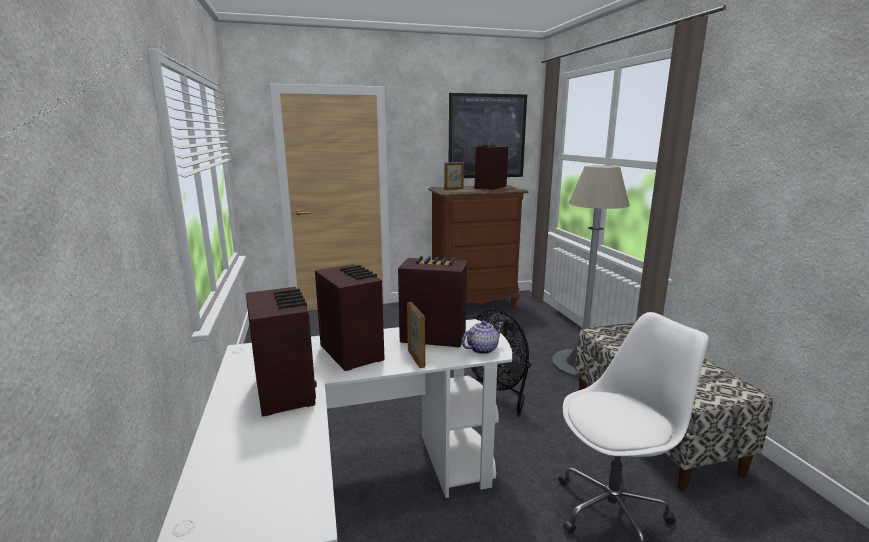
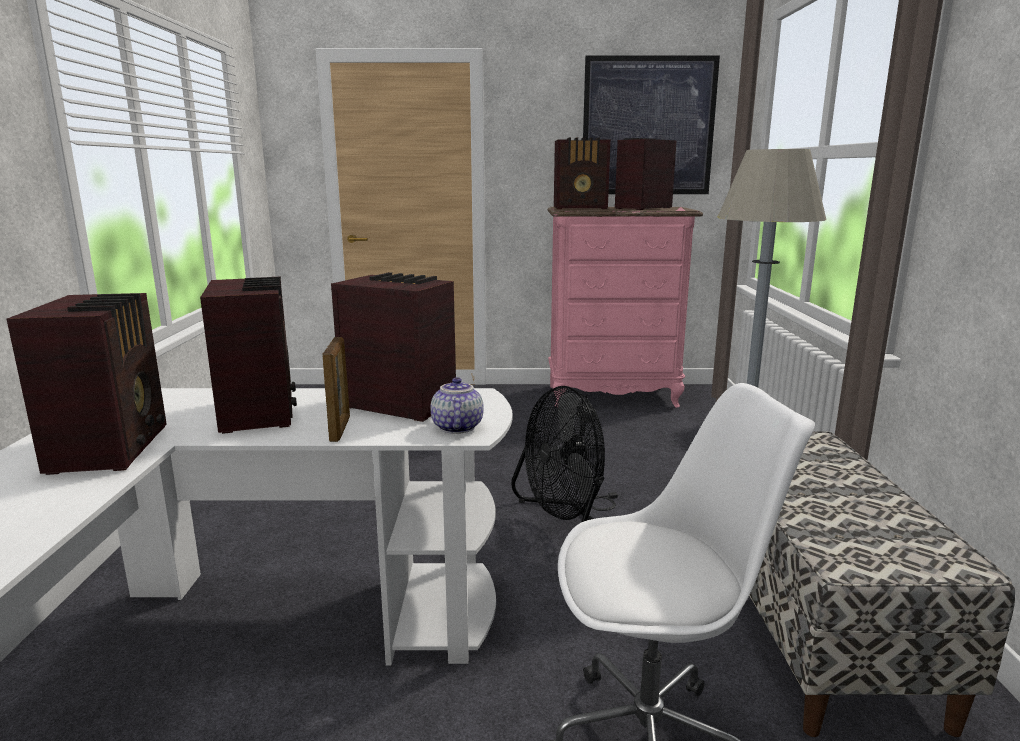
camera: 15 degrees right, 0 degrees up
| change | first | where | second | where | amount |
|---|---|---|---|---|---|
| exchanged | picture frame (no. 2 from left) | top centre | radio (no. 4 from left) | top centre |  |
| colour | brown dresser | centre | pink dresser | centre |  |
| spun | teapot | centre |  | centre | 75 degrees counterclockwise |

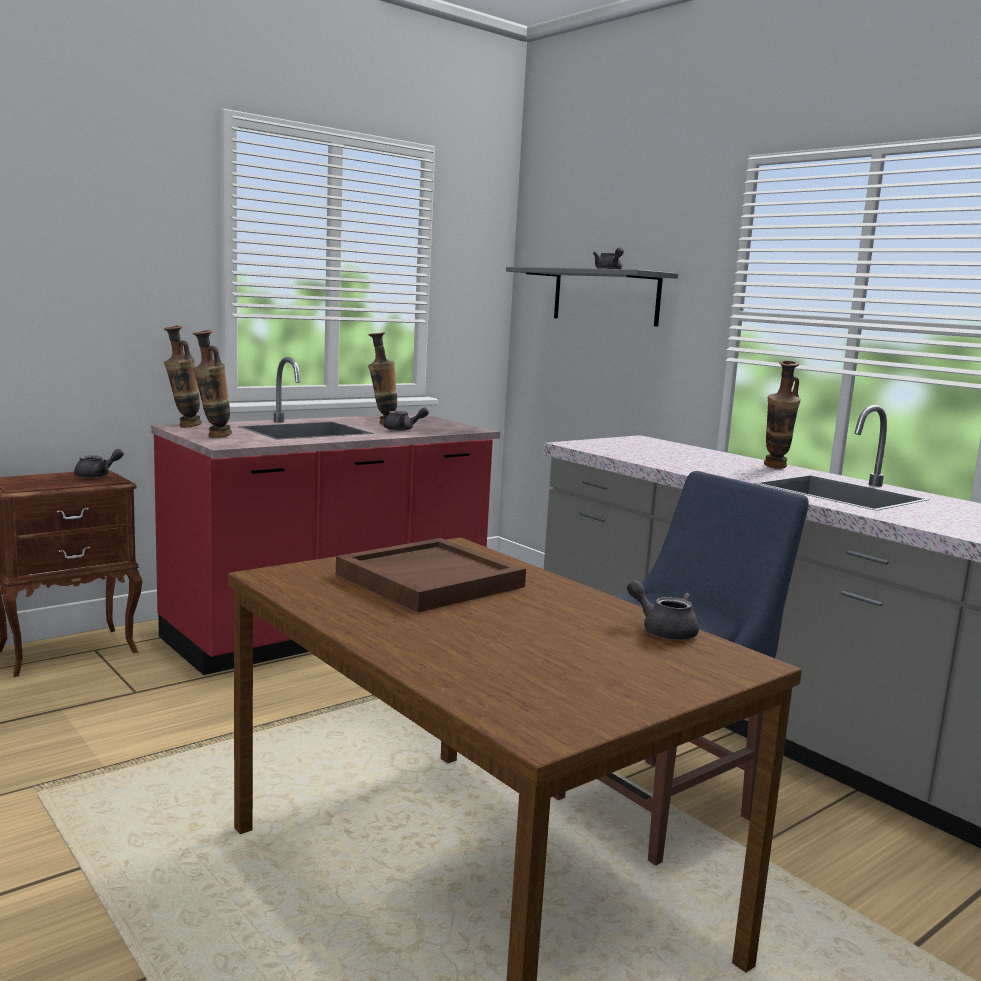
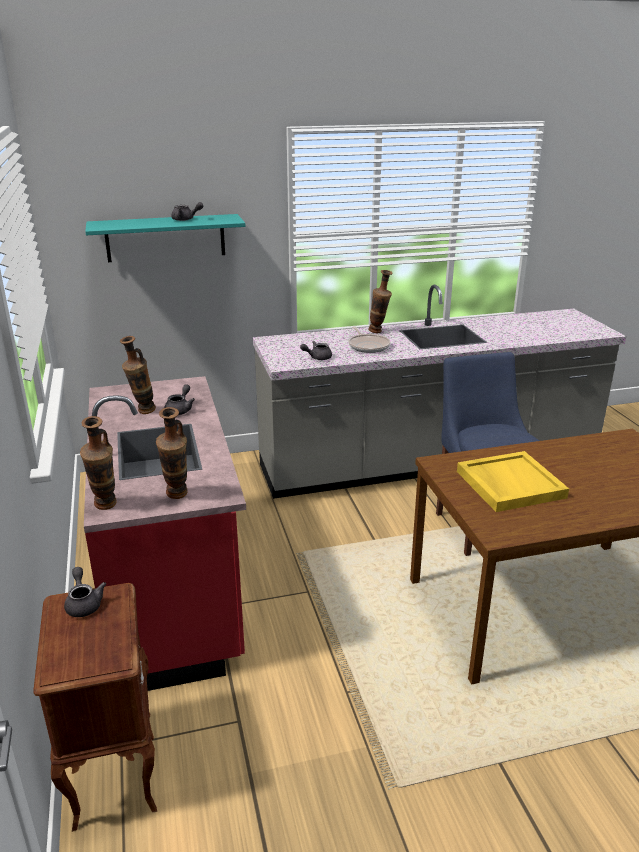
camera: 65 degrees left, 15 degrees up
| change | first | where | second | where | amount |
|---|---|---|---|---|---|
| colour | grey shelf | top centre | turquoise shelf | top left |  |
| colour | brown tray | centre | yellow tray | middle right |  |
| relocated | grey teapot (no. 4 from left) | middle right |  | centre |  |
| appeared |  |  | frying pan | centre |  |

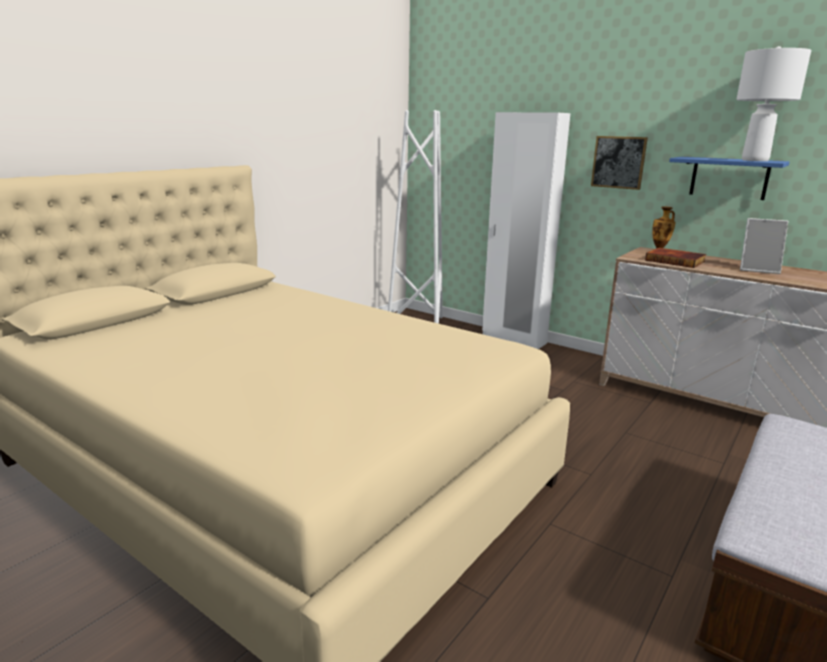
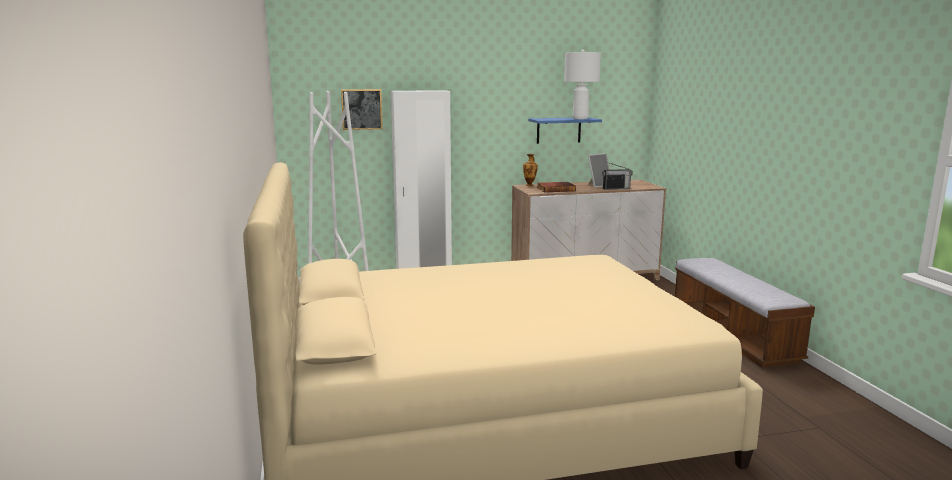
camera: 50 degrees left, 5 degrees down
| change | first | where | second | where | amount |
|---|---|---|---|---|---|
| relocated | picture | top right |  | top centre |  |
| appeared |  |  | radio | centre |  |

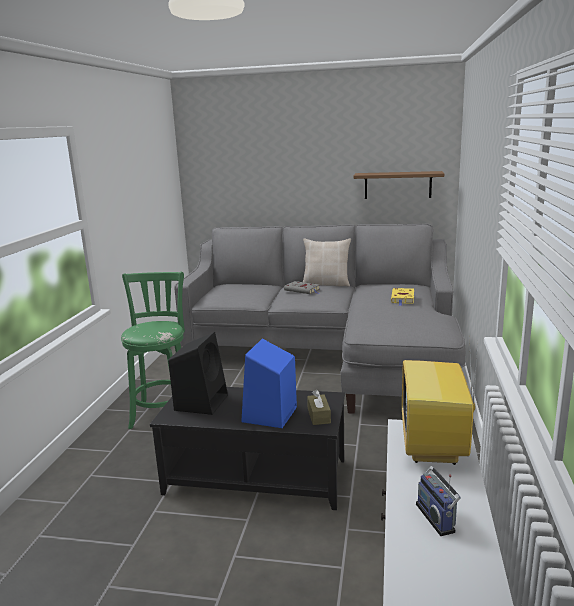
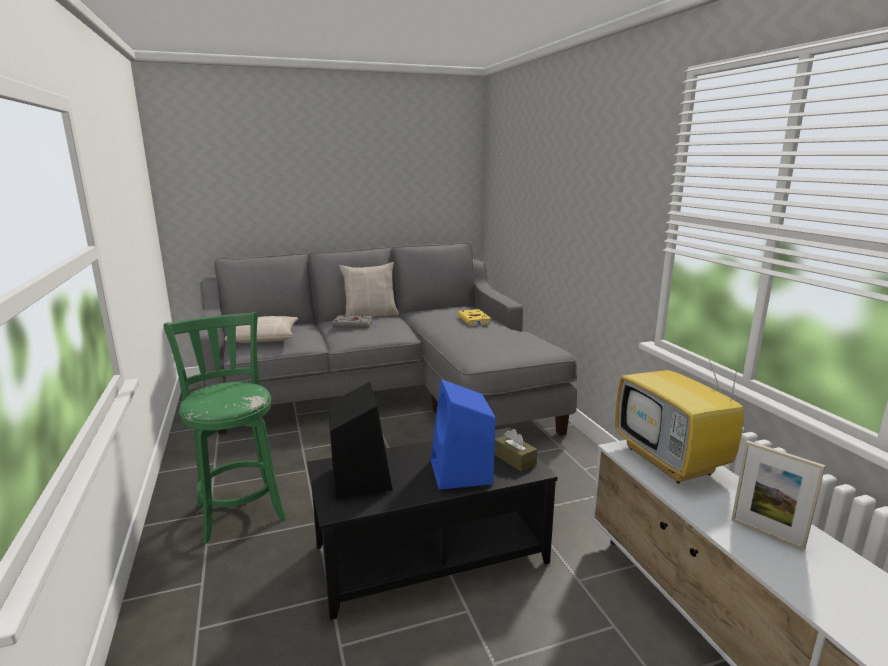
camera: 30 degrees left, 0 degrees up
| change | first | where | second | where | amount |
|---|---|---|---|---|---|
| missing | brown shelf | top right |  |  |  |
| exchanged | radio | bottom right | picture frame | bottom right |  |
| appeared |  |  | beige pillow (no. 1 from left) | middle left |  |

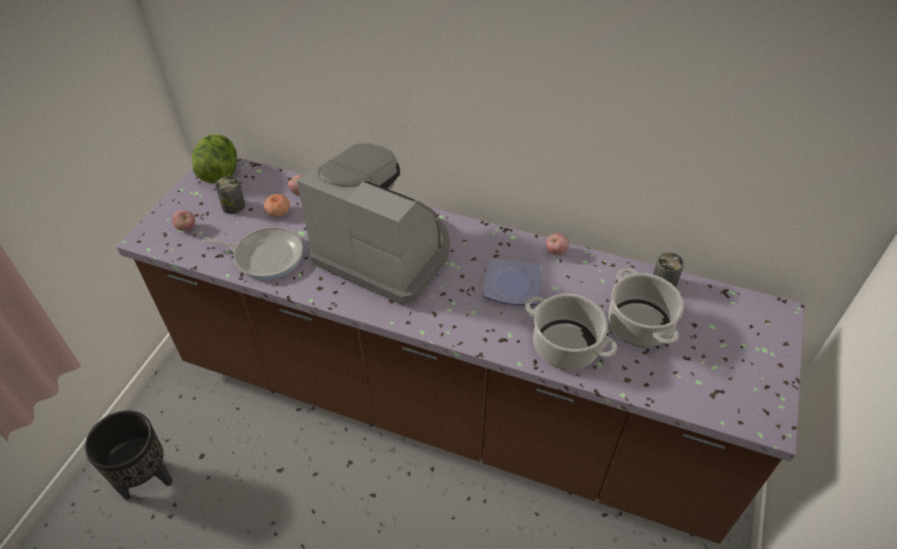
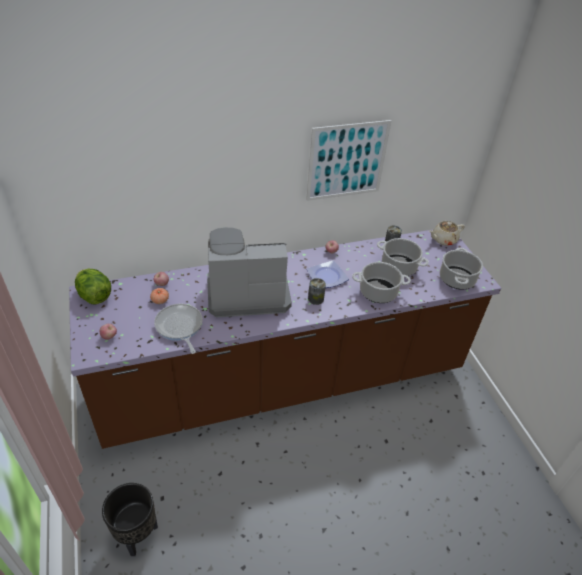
camera: 40 degrees left, 5 degrees down
| change | first | where | second | where | amount |
|---|---|---|---|---|---|
| relocated | can (no. 1 from left) | middle left |  | centre |  |
| spun | frying pan | middle left |  | middle left | 90 degrees counterclockwise |
| appeared |  |  | picture | top centre |  |
| appeared |  |  | beige teapot | middle right |  |
| appeared |  |  | cooking pot (no. 3 from left) | middle right |  |

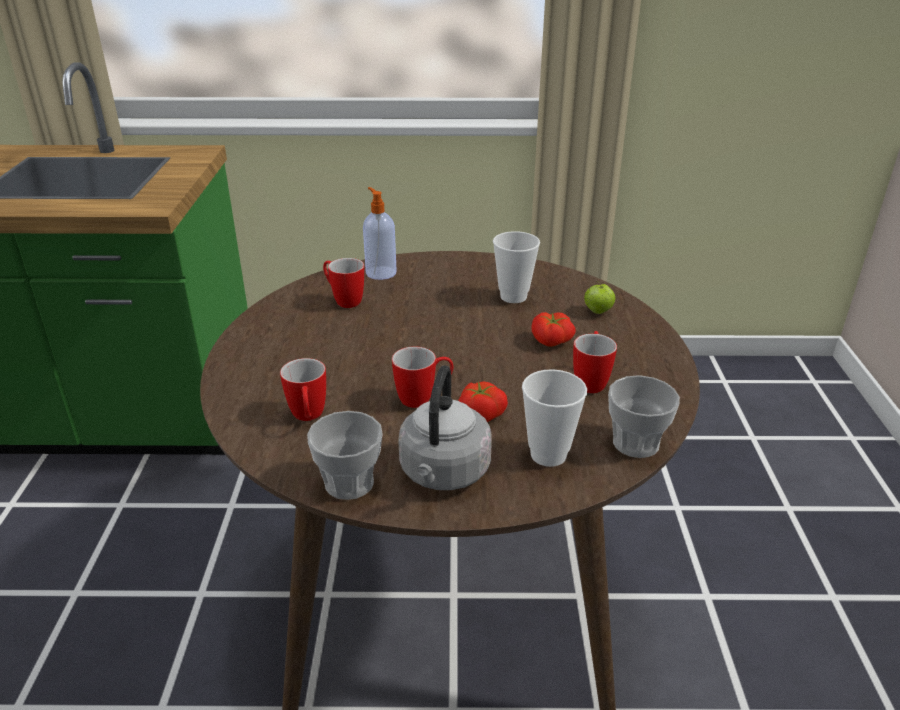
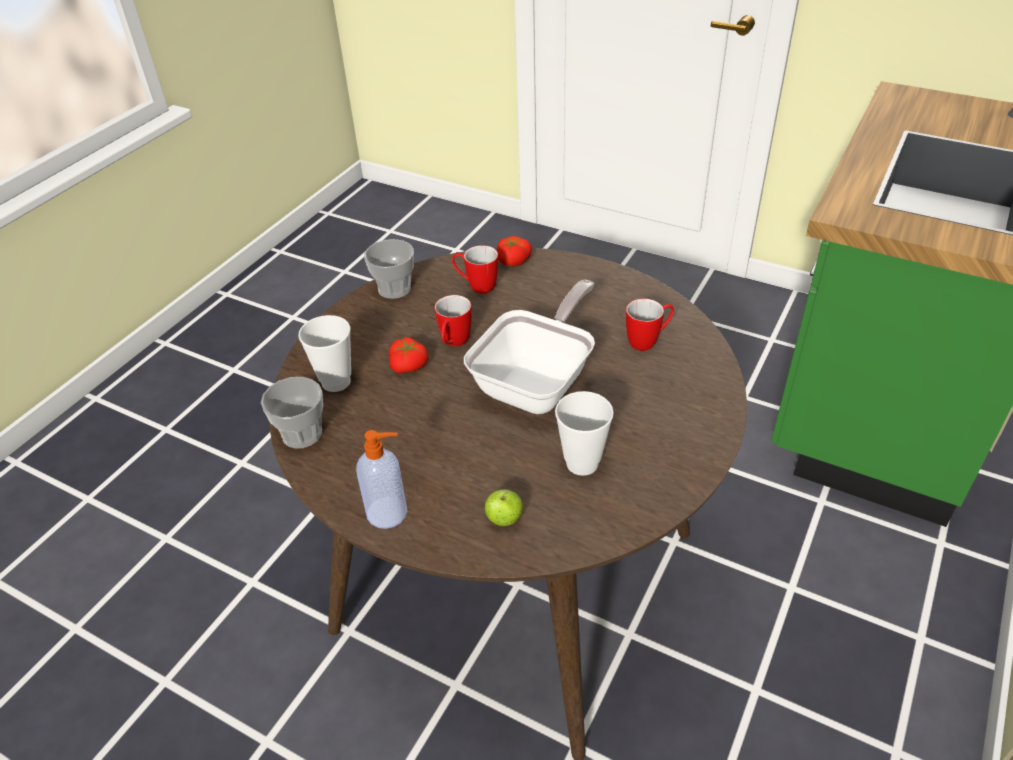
camera: 120 degrees right, 10 degrees up
| change | first | where | second | where | amount |
|---|---|---|---|---|---|
| relocated | soap dispenser | top centre |  | centre |  |
| relocated | tomato (no. 2 from left) | centre |  | top centre |  |
| missing | mug (no. 4 from left) | centre |  |  |  |
| missing | grey kettle | centre |  |  |  |
| appeared |  |  | frying pan | centre |  |

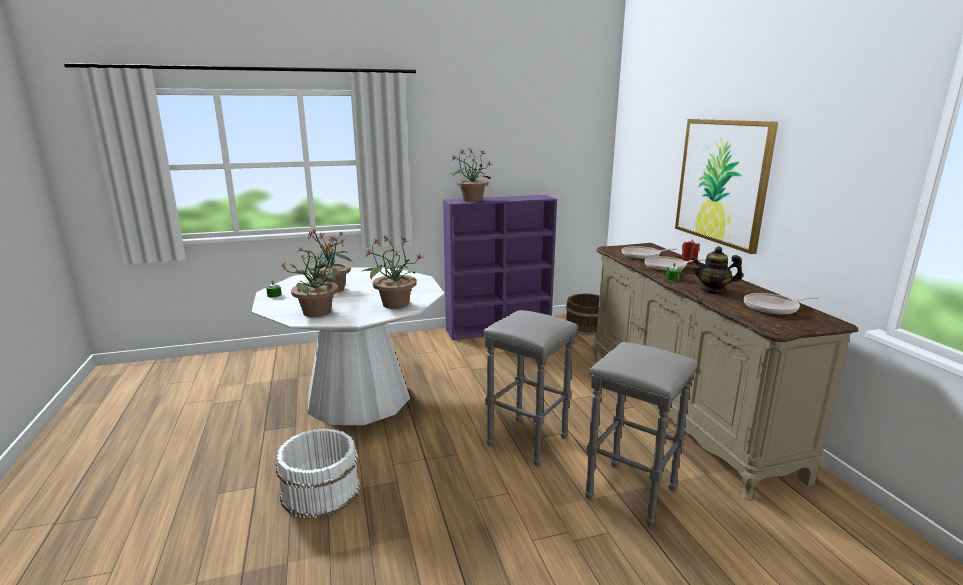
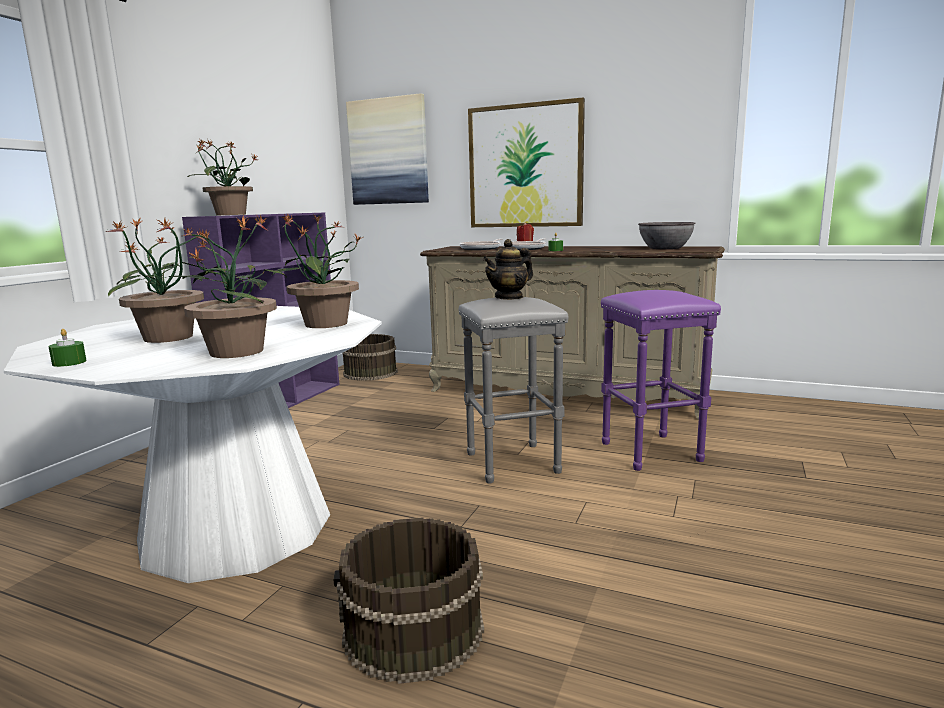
camera: 50 degrees left, 5 degrees down
| change | first | where | second | where | amount |
|---|---|---|---|---|---|
| relocated | teapot | middle right |  | centre |  |
| exchanged | frying pan (no. 3 from left) | middle right | grey bowl | top right |  |
| colour | grey stool (no. 2 from left) | bottom centre | purple stool | middle right |  |
| colour | white bucket | bottom left | brown bucket (no. 2 from left) | bottom centre |  |
| appeared |  |  | picture (no. 1 from left) | top centre |  |

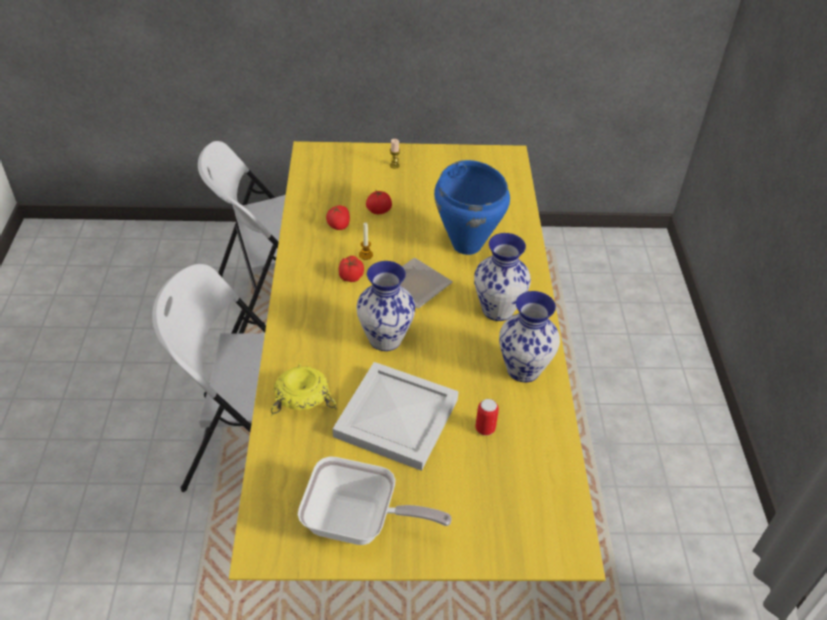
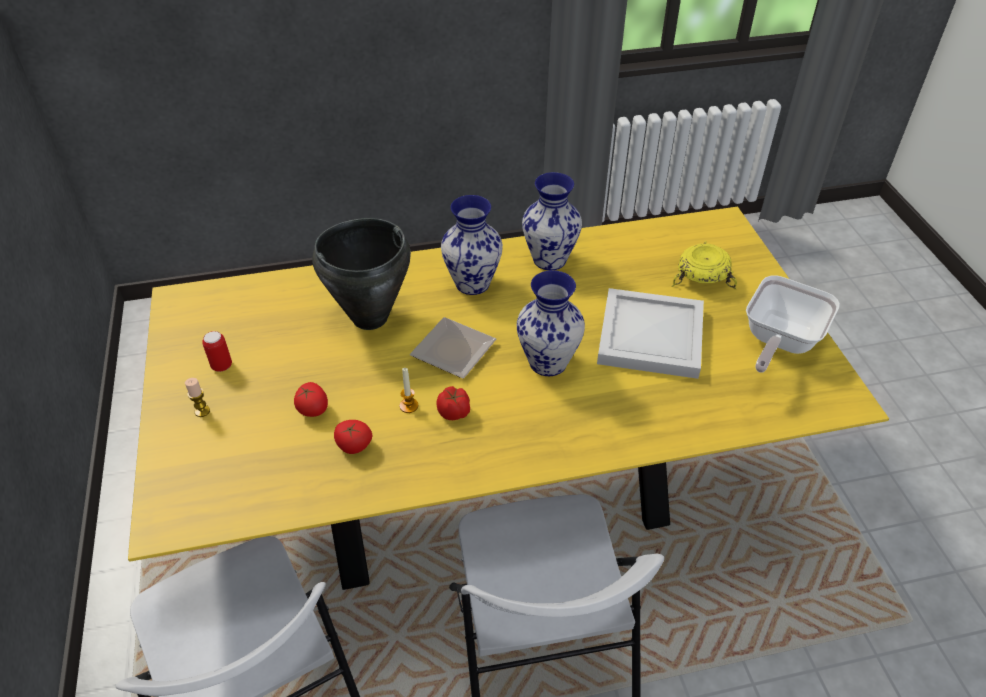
camera: 100 degrees left, 0 degrees up
| change | first | where | second | where | amount |
|---|---|---|---|---|---|
| colour | blue cooking pot | centre | black cooking pot | centre |  |
| relocated | yellow bowl | centre |  | middle right |  |
| relocated | can | bottom centre |  | middle left |  |
| spun | frying pan | bottom centre |  | middle right | 150 degrees counterclockwise |

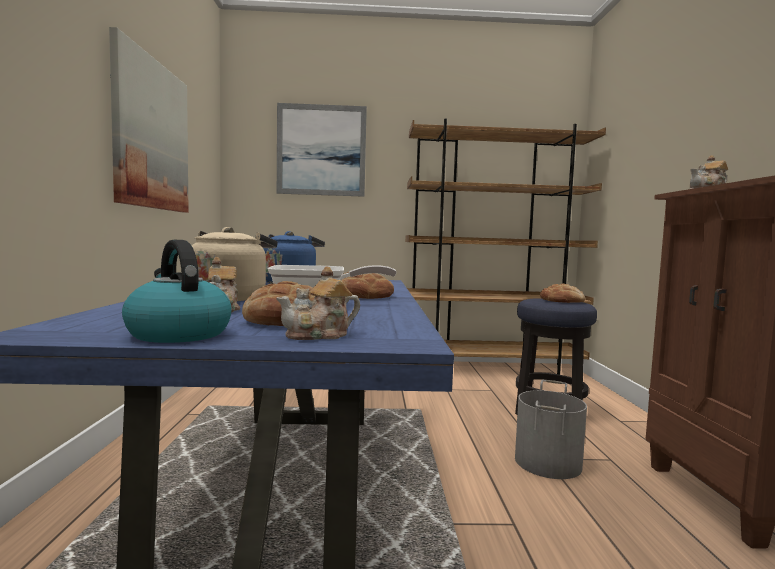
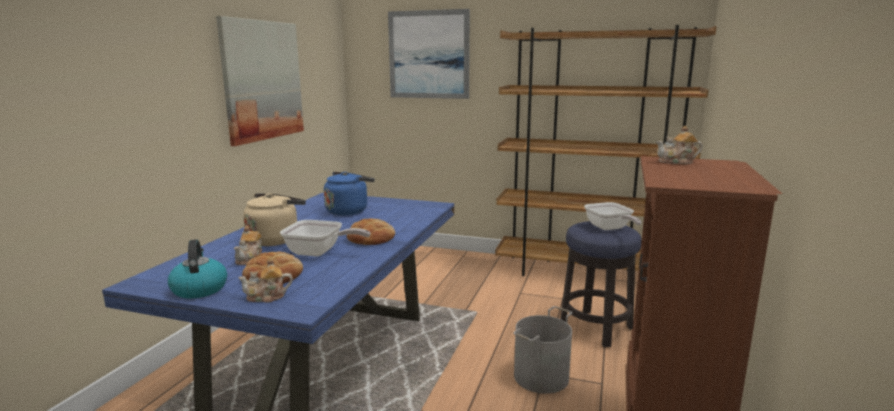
camera: 20 degrees right, 10 degrees up
| change | first | where | second | where | amount |
|---|---|---|---|---|---|
| exchanged | bread (no. 3 from left) | middle right | frying pan (no. 2 from left) | middle right |  |

